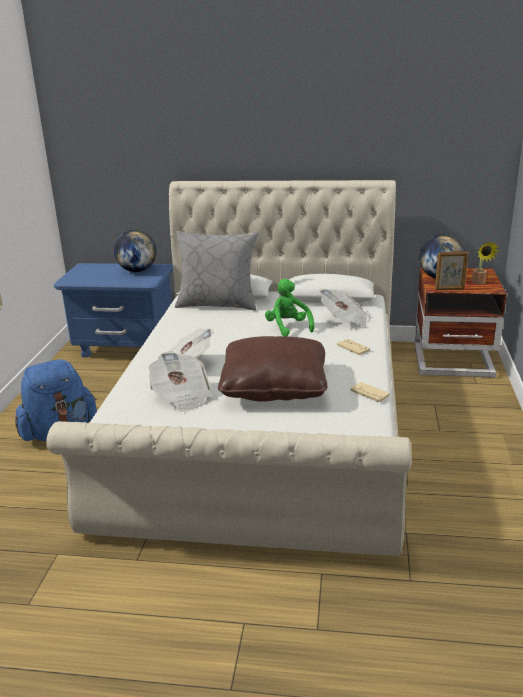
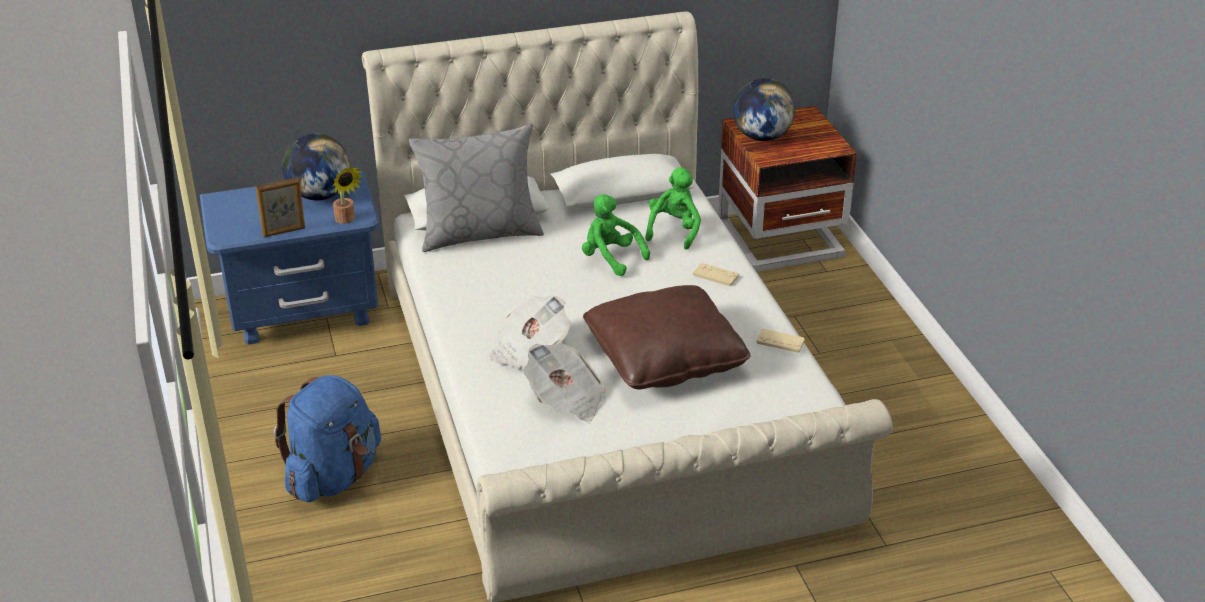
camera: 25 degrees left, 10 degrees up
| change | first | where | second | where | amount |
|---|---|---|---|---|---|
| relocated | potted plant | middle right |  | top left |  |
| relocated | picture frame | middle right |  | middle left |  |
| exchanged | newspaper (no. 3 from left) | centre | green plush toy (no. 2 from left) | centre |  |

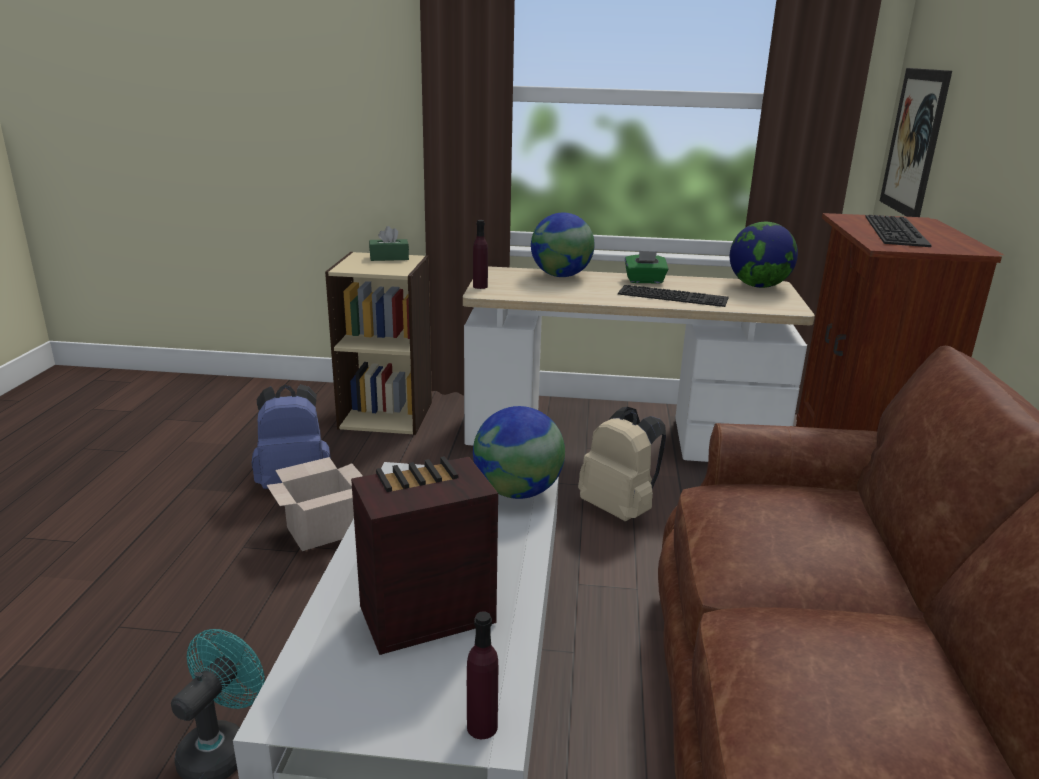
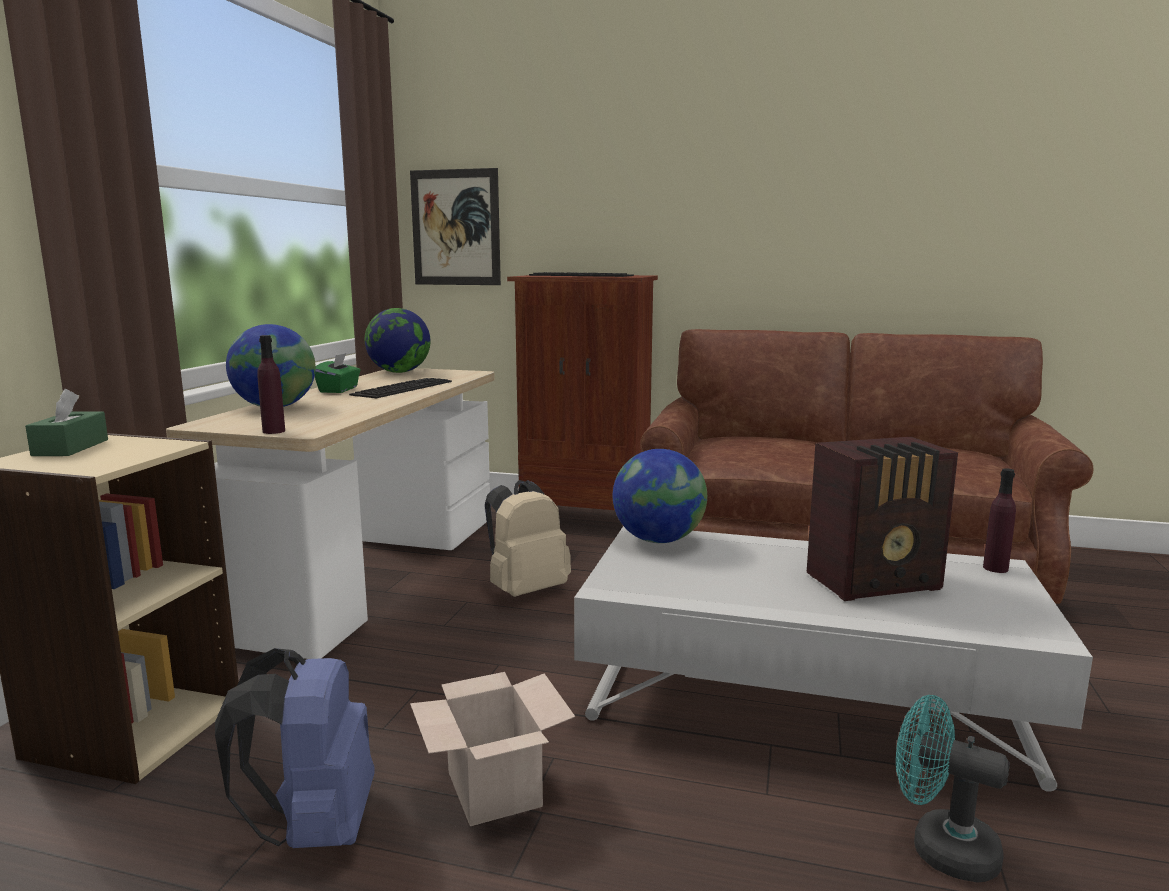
camera: 80 degrees left, 10 degrees down
| change | first | where | second | where | amount |
|---|---|---|---|---|---|
| spun | radio | bottom centre |  | middle right | 90 degrees counterclockwise |

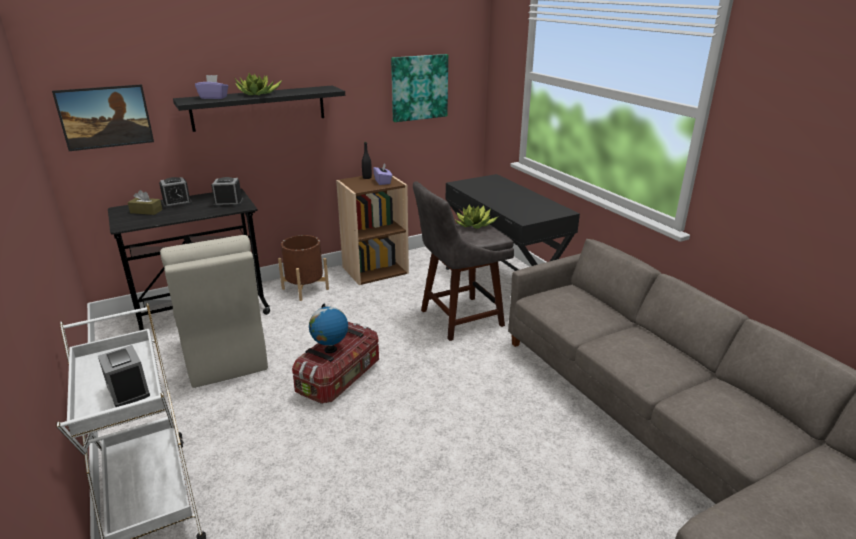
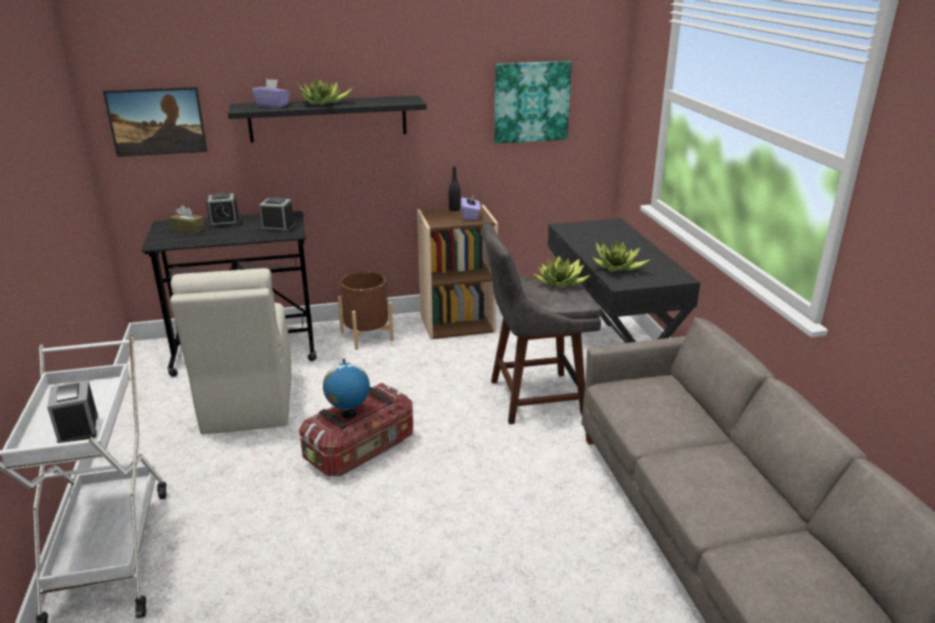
camera: 15 degrees right, 0 degrees up
| change | first | where | second | where | amount |
|---|---|---|---|---|---|
| appeared |  |  | potted plant (no. 3 from left) | centre |  |

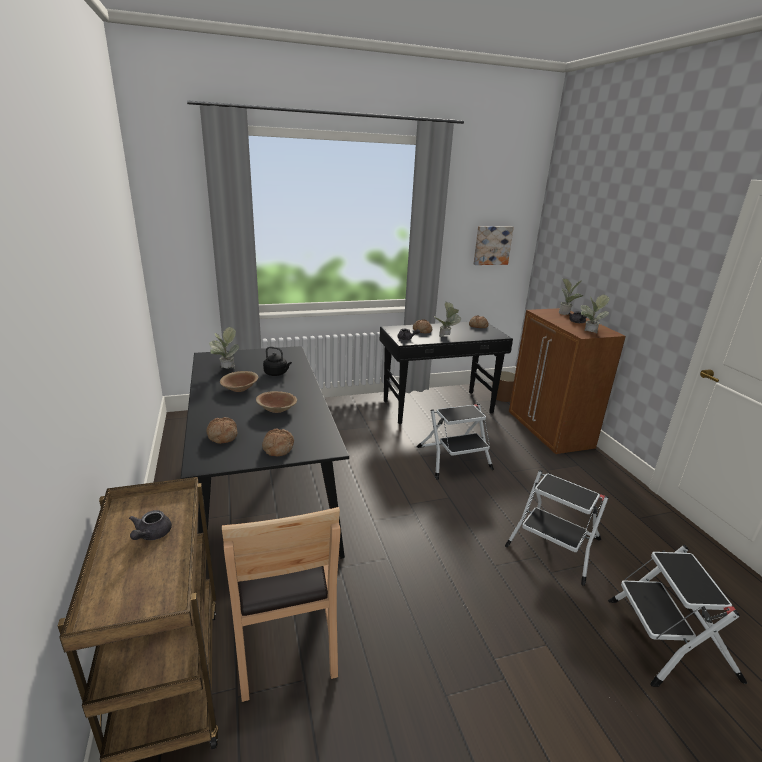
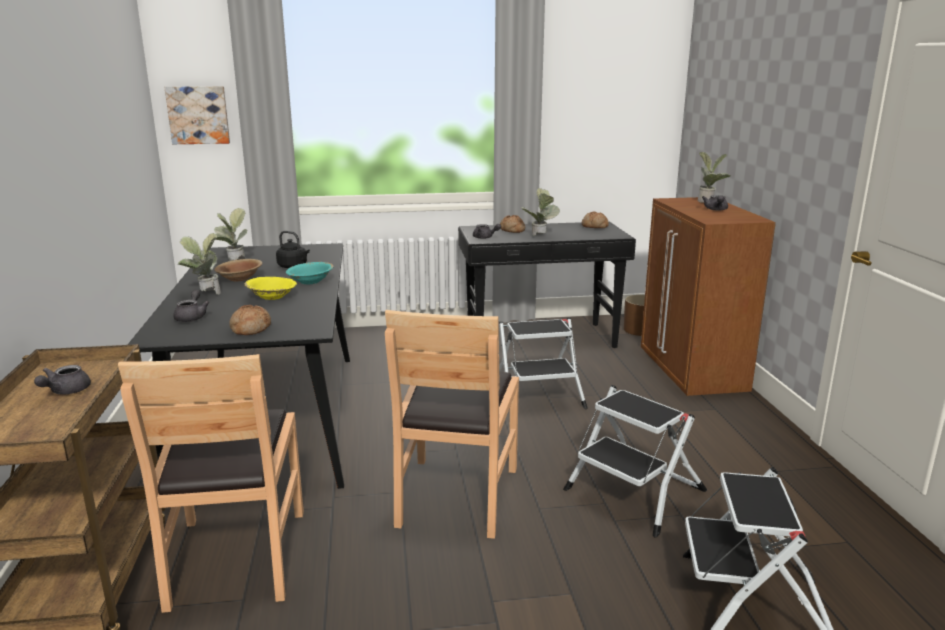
camera: 10 degrees right, 5 degrees down
| change | first | where | second | where | amount |
|---|---|---|---|---|---|
| relocated | picture | top centre |  | top left |  |
| relocated | potted plant (no. 4 from left in the first image) | middle right | potted plant (no. 1 from left) | middle left |  |
| colour | brown bowl (no. 2 from left) | centre | yellow bowl | middle left |  |
| exchanged | bread (no. 1 from left) | middle left | grey teapot (no. 2 from left) | middle left |  |
| appeared |  |  | turquoise bowl | middle left |  |
| appeared |  |  | brown chair (no. 2 from left) | bottom centre |  |

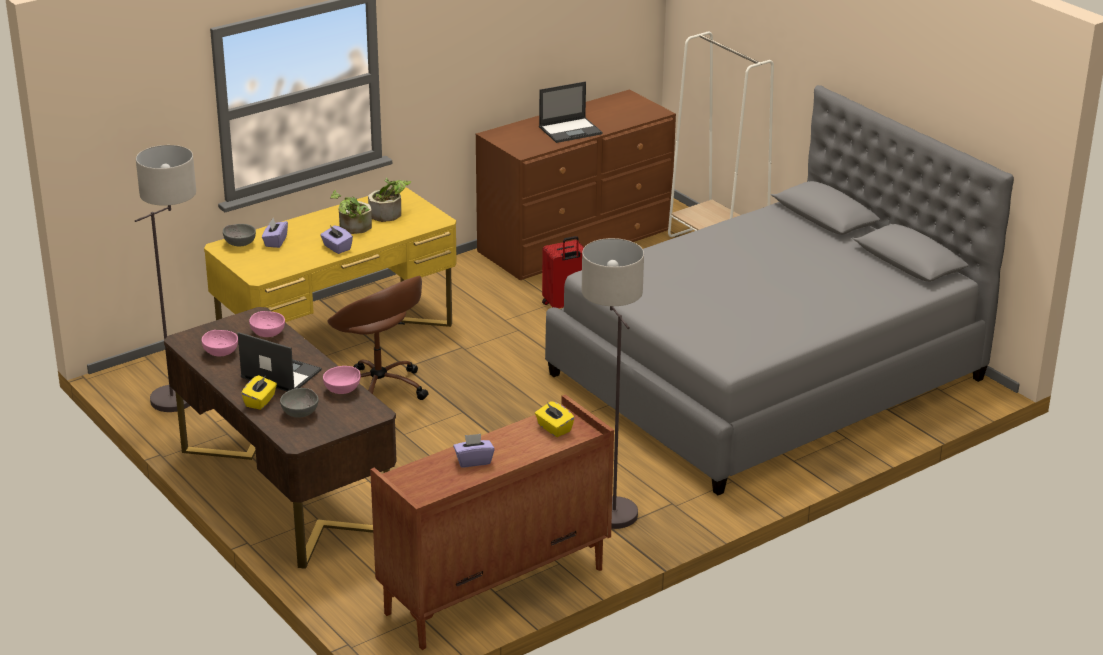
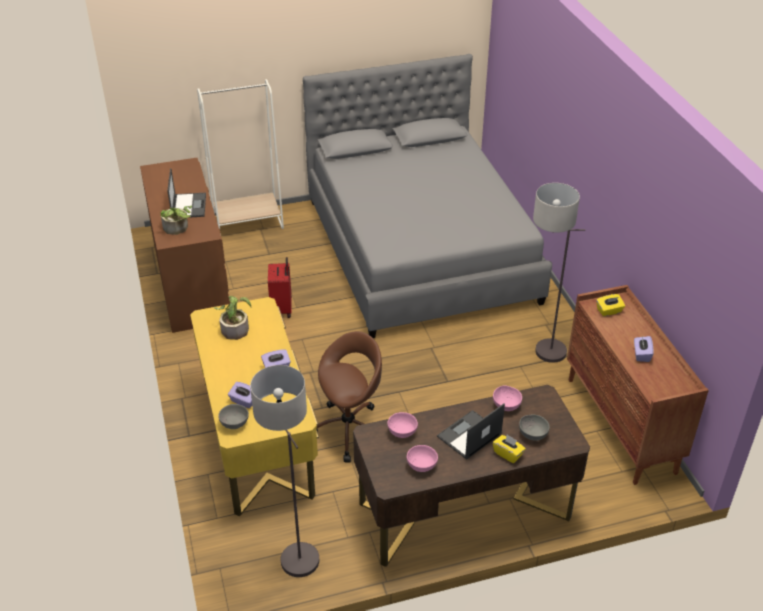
camera: 70 degrees left, 10 degrees up
| change | first | where | second | where | amount |
|---|---|---|---|---|---|
| relocated | potted plant (no. 1 from left) | top left |  | middle left |  |

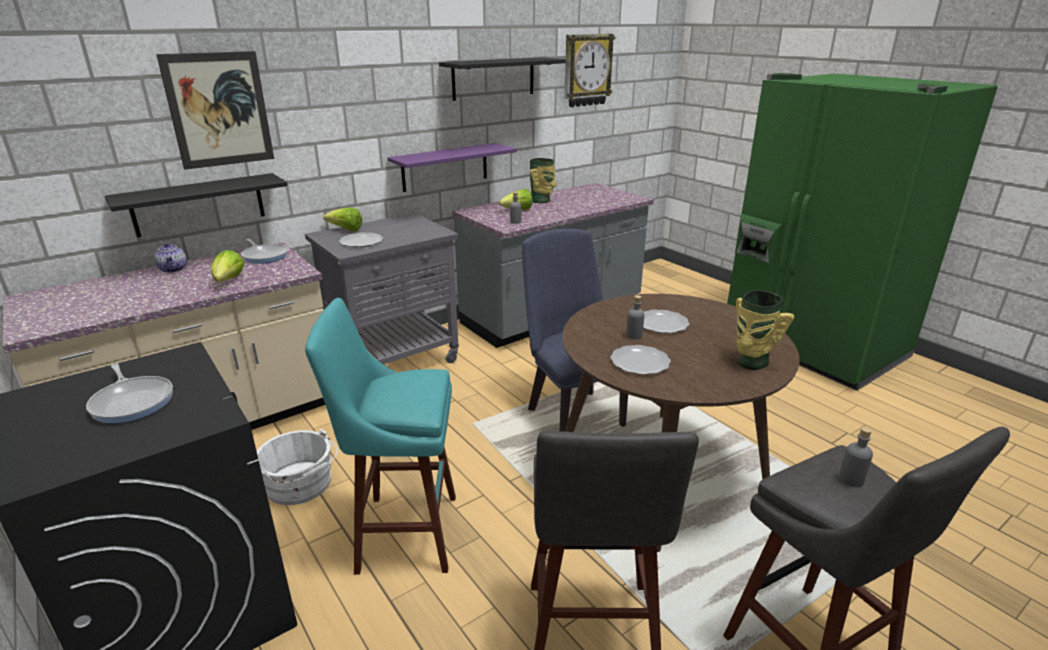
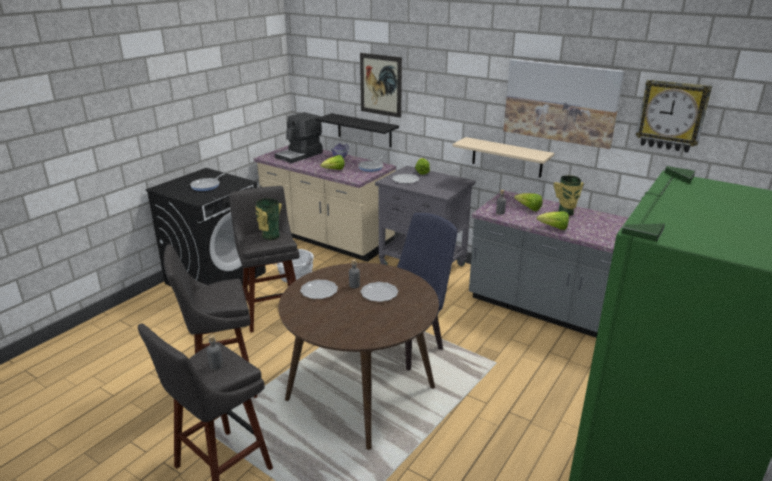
camera: 70 degrees right, 0 degrees up
| change | first | where | second | where | amount |
|---|---|---|---|---|---|
| exchanged | black shelf (no. 2 from left) | top centre | picture (no. 2 from left) | top right |  |
| colour | purple shelf | top centre | beige shelf | top centre |  |
| relocated | vase (no. 2 from left in the first image) | middle right | vase (no. 1 from left) | centre |  |
| colour | turquoise stool | bottom centre | grey stool (no. 3 from left) | centre |  |
| appeared |  |  | coffee machine | top centre |  |
| appeared |  |  | lettuce (no. 4 from left) | middle right |  |

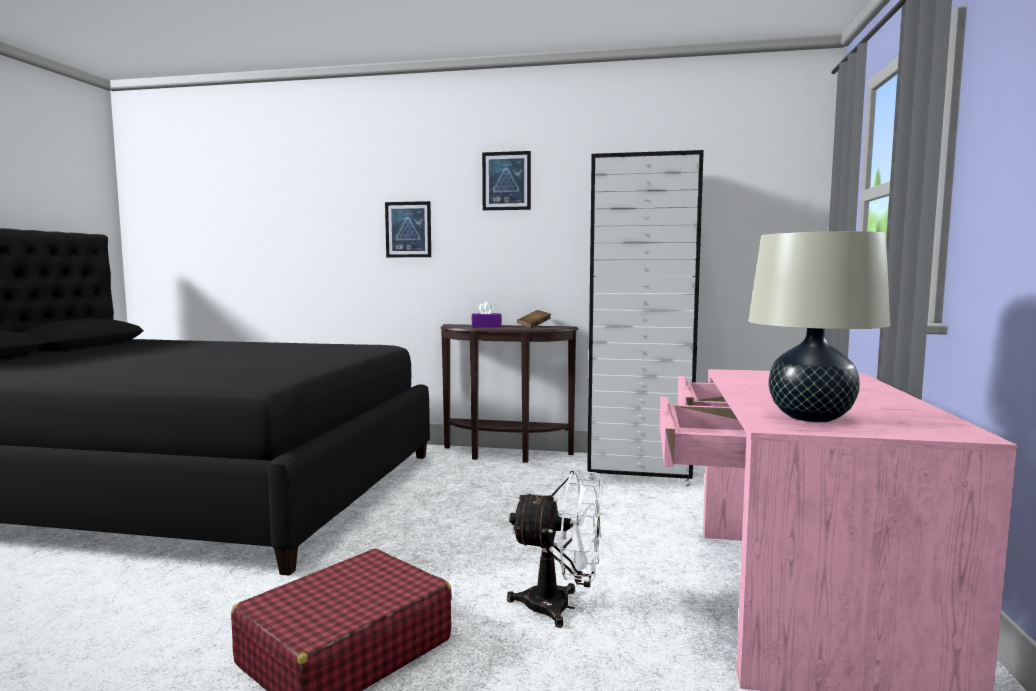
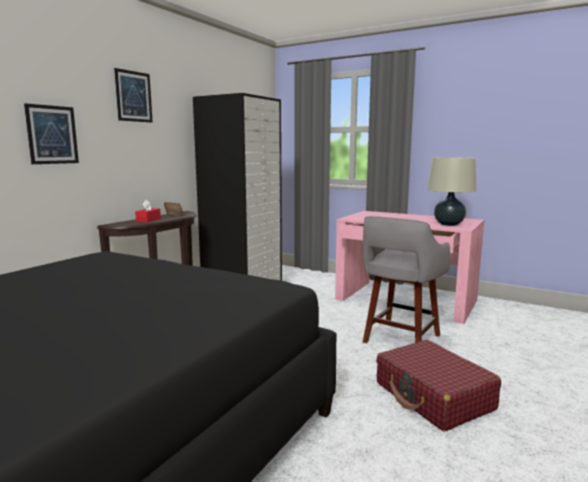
camera: 70 degrees left, 5 degrees up
| change | first | where | second | where | amount |
|---|---|---|---|---|---|
| colour | purple tissue box | centre | red tissue box | middle left |  |
| exchanged | white fan | bottom centre | grey stool | middle right |  |

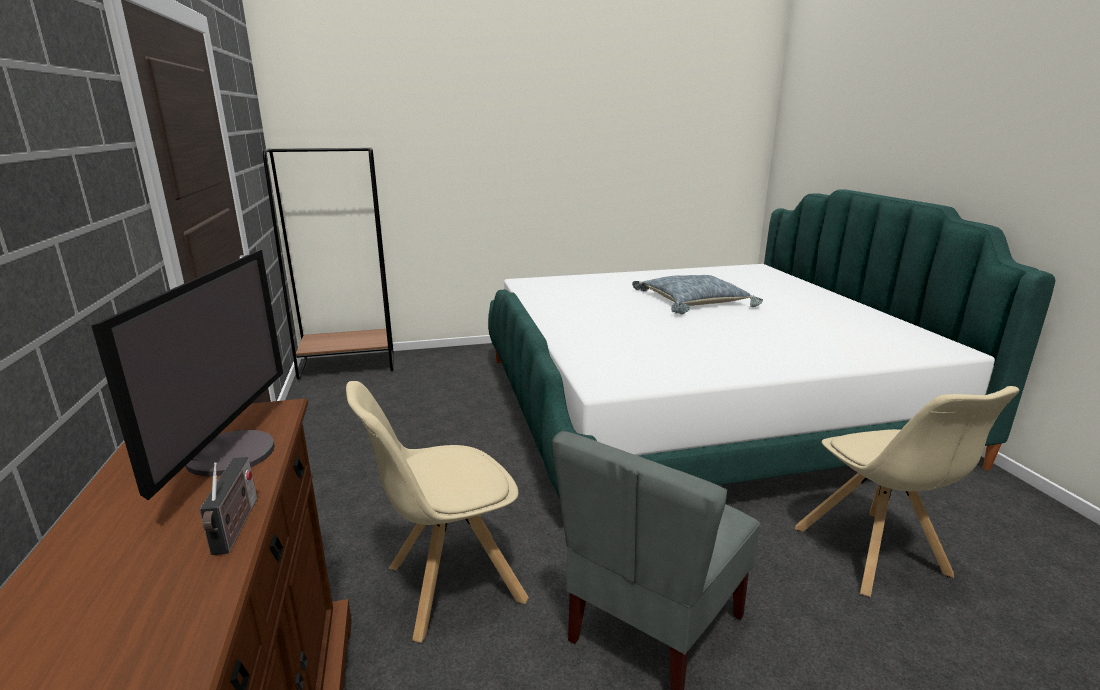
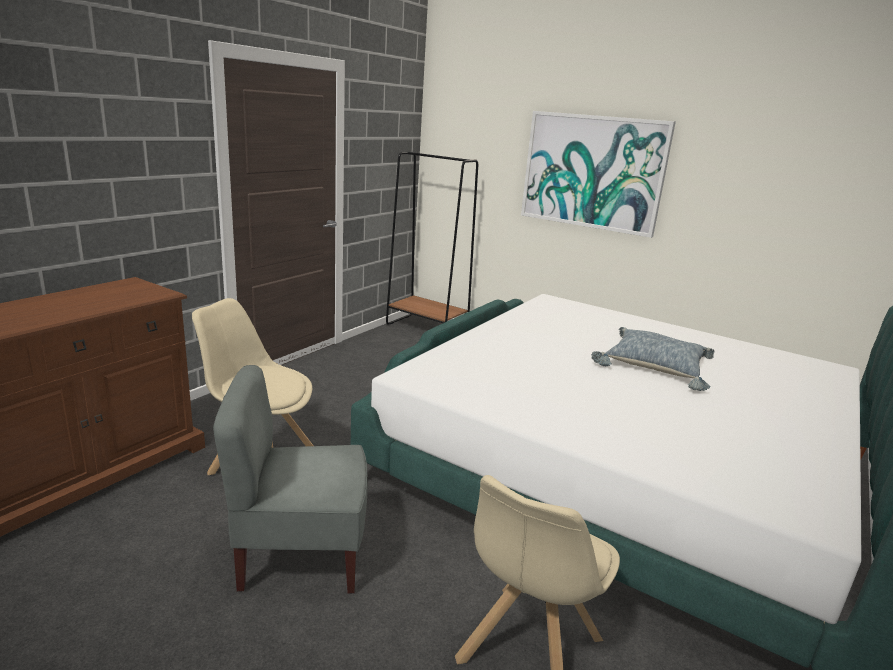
camera: 45 degrees right, 0 degrees up
| change | first | where | second | where | amount |
|---|---|---|---|---|---|
| missing | monitor | middle left |  |  |  |
| missing | radio | bottom left |  |  |  |
| appeared |  |  | picture | top right |  |

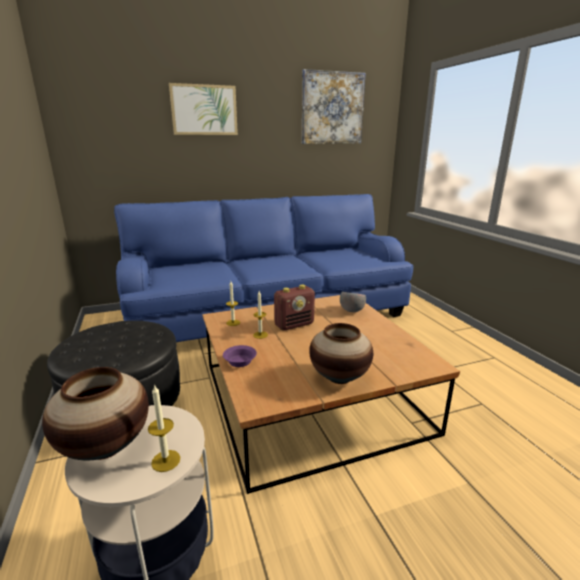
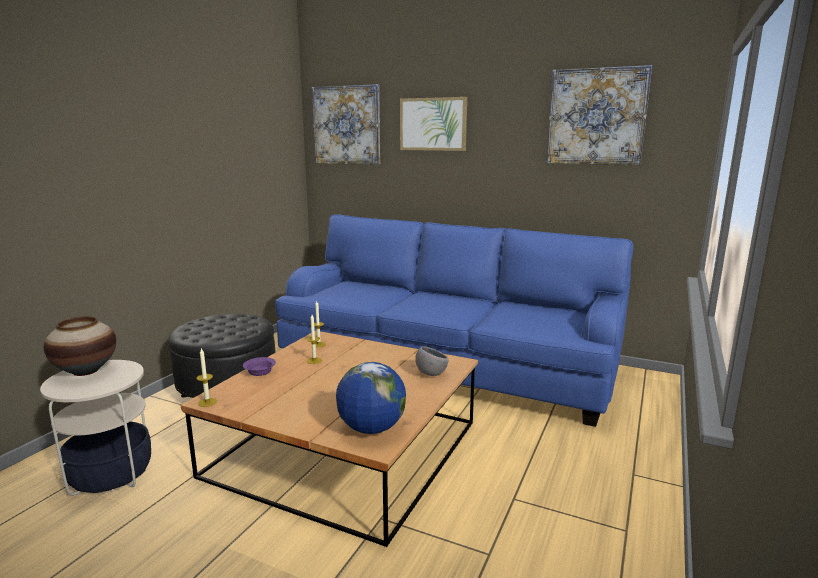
camera: 45 degrees right, 5 degrees down
| change | first | where | second | where | amount |
|---|---|---|---|---|---|
| missing | radio | centre |  |  |  |
| missing | vase (no. 2 from left) | centre |  |  |  |
| relocated | candle (no. 1 from left) | bottom left |  | middle left |  |
| appeared |  |  | picture (no. 1 from left) | top centre |  |
| appeared |  |  | globe | bottom centre |  |

